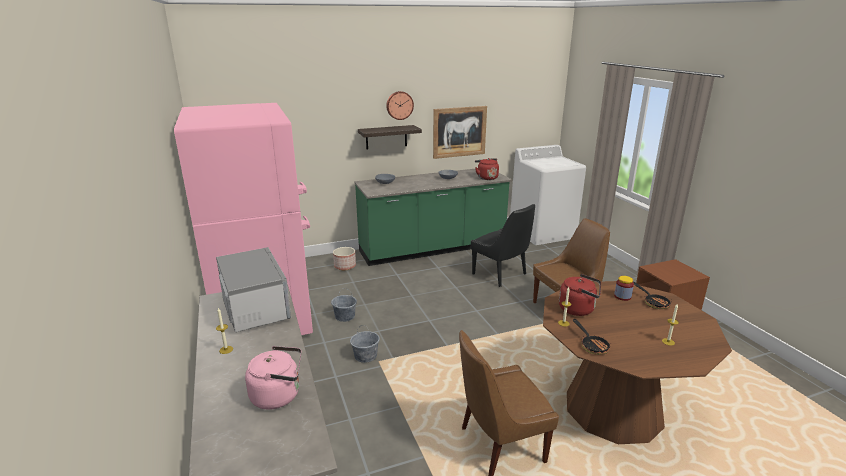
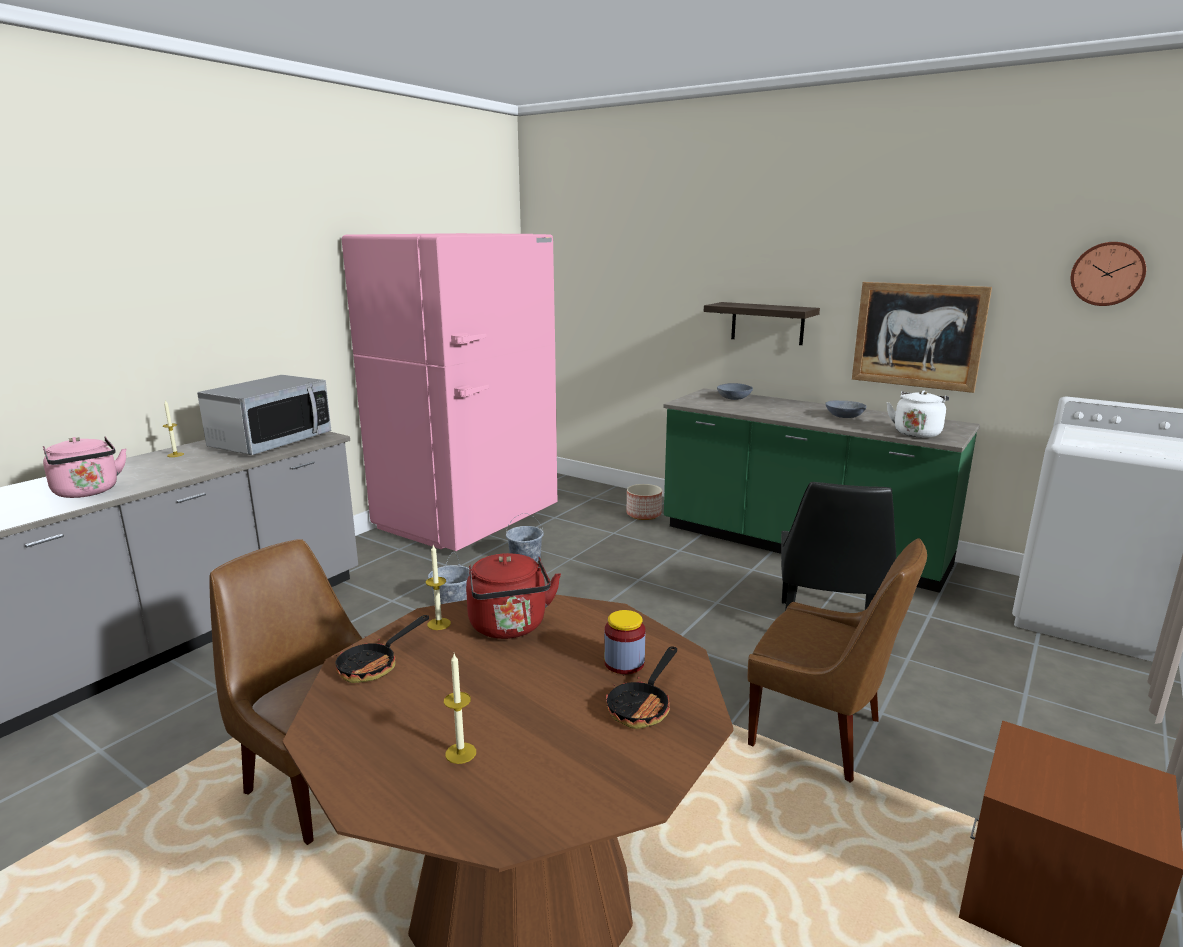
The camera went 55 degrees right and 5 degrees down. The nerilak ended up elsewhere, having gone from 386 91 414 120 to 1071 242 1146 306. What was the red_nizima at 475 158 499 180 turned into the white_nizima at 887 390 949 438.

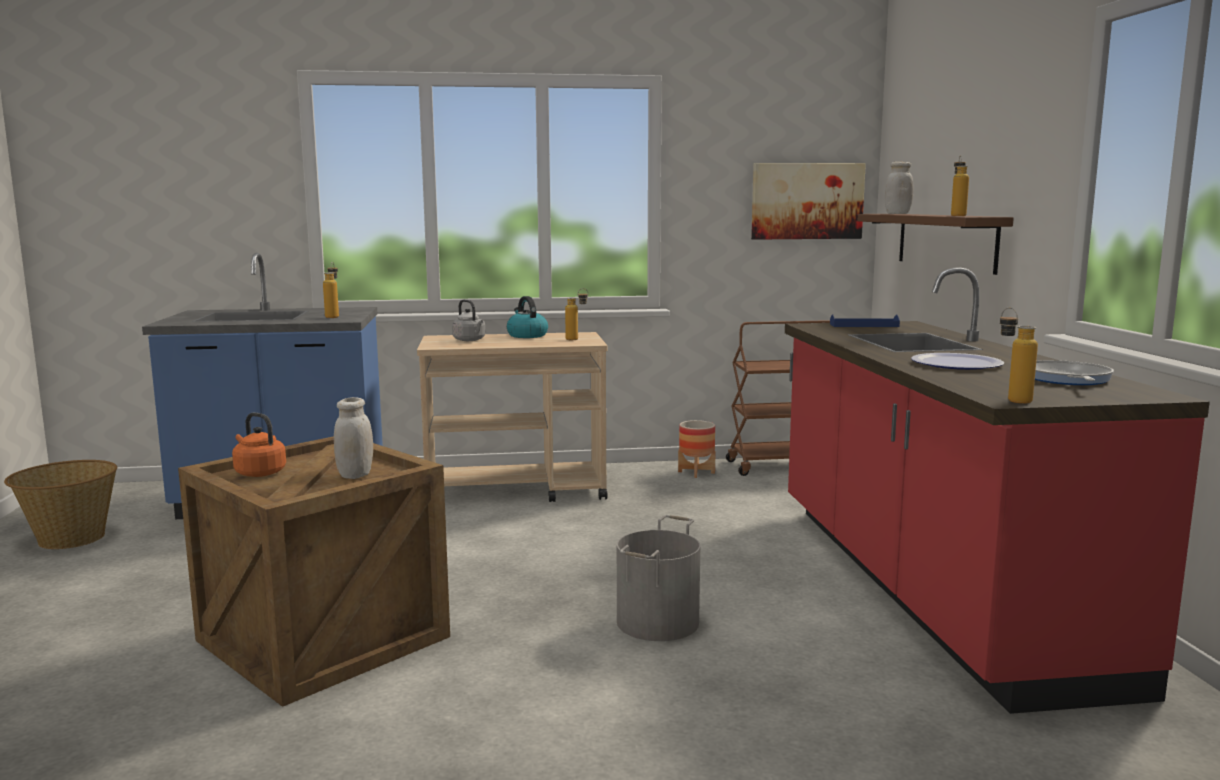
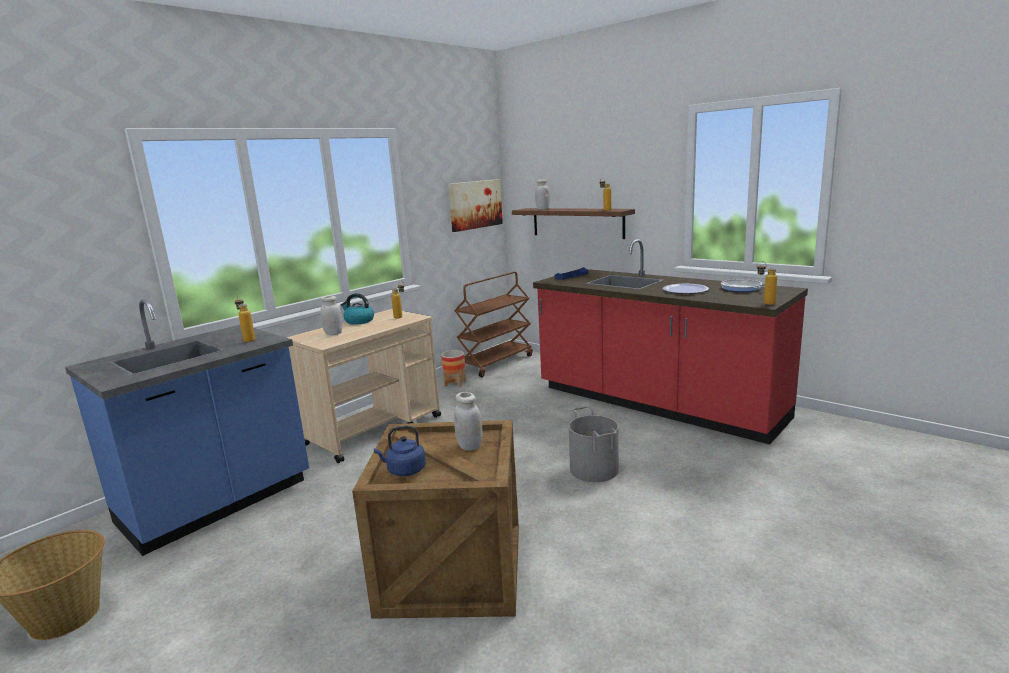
The camera went 40 degrees left and 5 degrees up. Where the grey_nizima stood at 452 299 485 341, the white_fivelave came to stand at 320 296 343 335. What was the orange_nizima at 232 413 286 477 turned into the blue_nizima at 374 425 426 476.

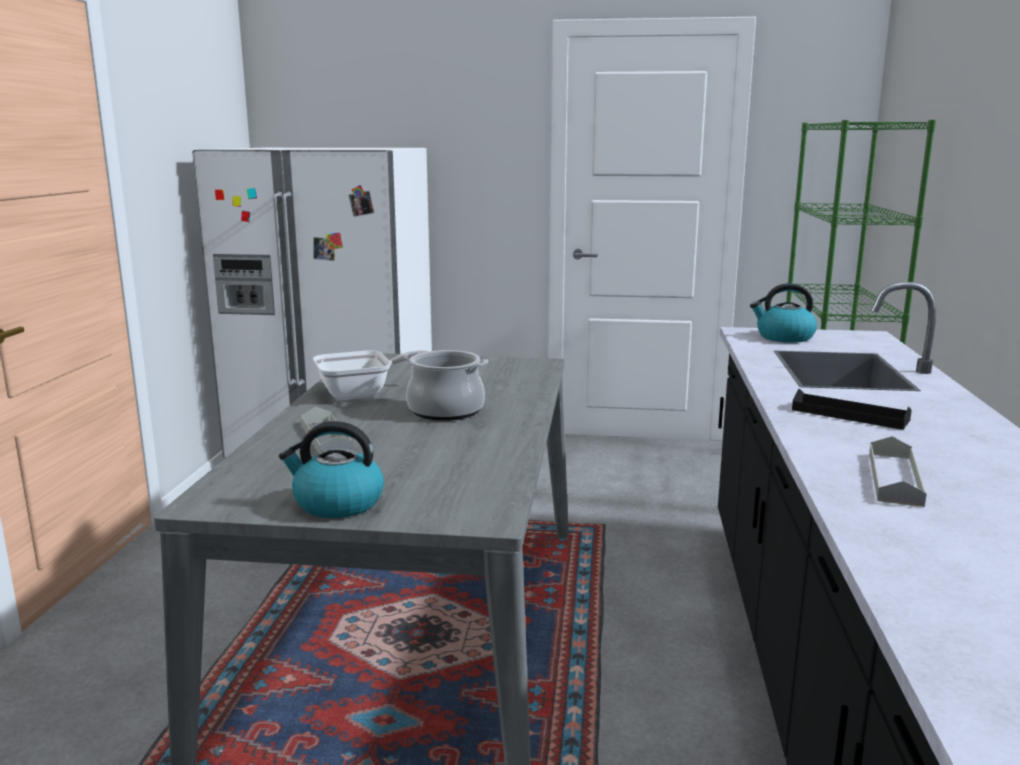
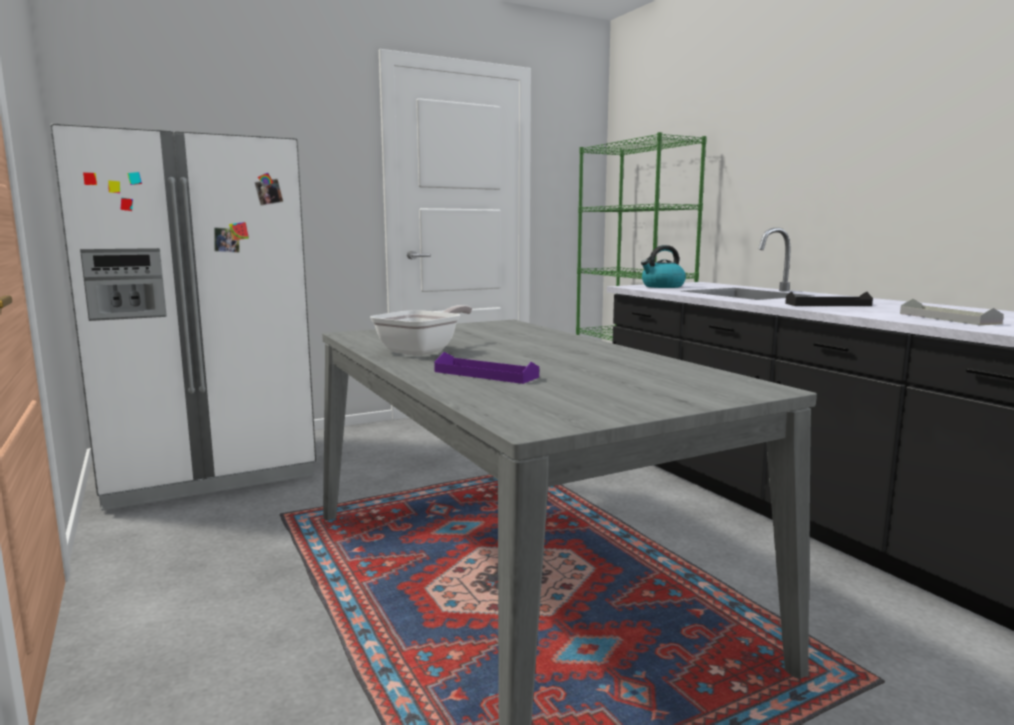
The camera went 35 degrees left and 5 degrees down. The second view lost the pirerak at 403 350 488 421. What was the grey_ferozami at 301 407 354 453 turned into the purple_ferozami at 434 352 539 384. The second view lost the nizima at 279 421 384 518.

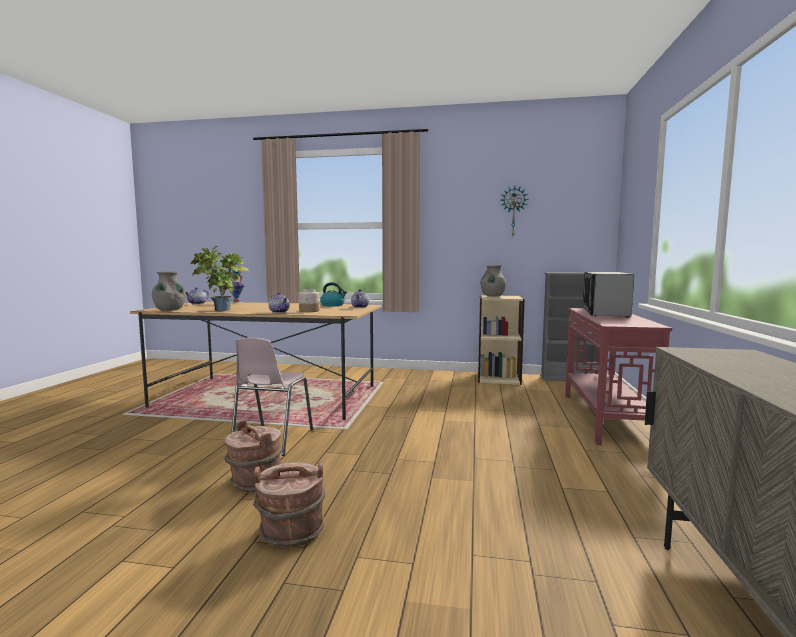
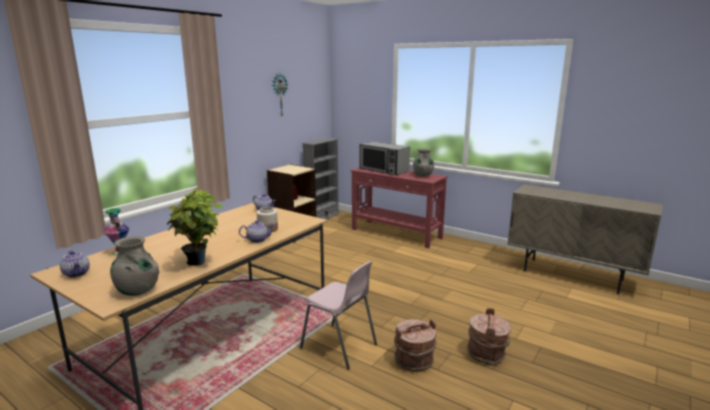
The camera went 65 degrees left and 10 degrees up. The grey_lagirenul ended up elsewhere, having gone from 480 265 506 297 to 413 148 434 177. The second view lost the nizima at 320 282 347 306.

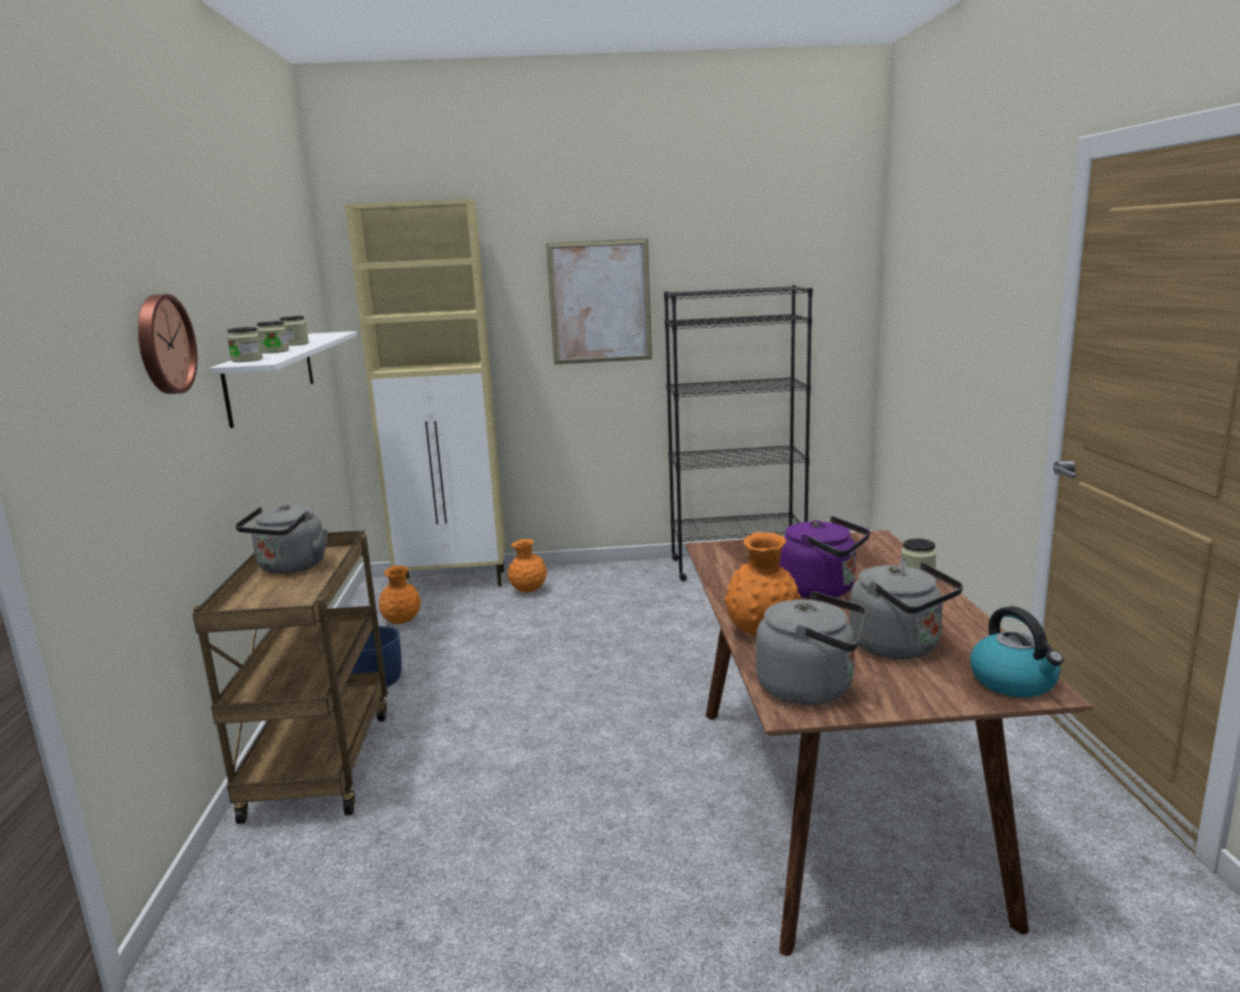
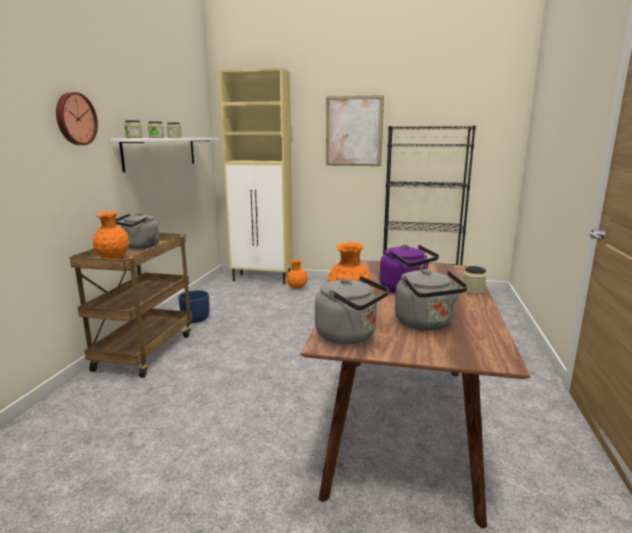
The camera went 15 degrees right and 0 degrees up. The orange_lagirenul ended up elsewhere, having gone from 379 566 421 624 to 93 211 130 259. The second view lost the nizima at 970 606 1064 697.

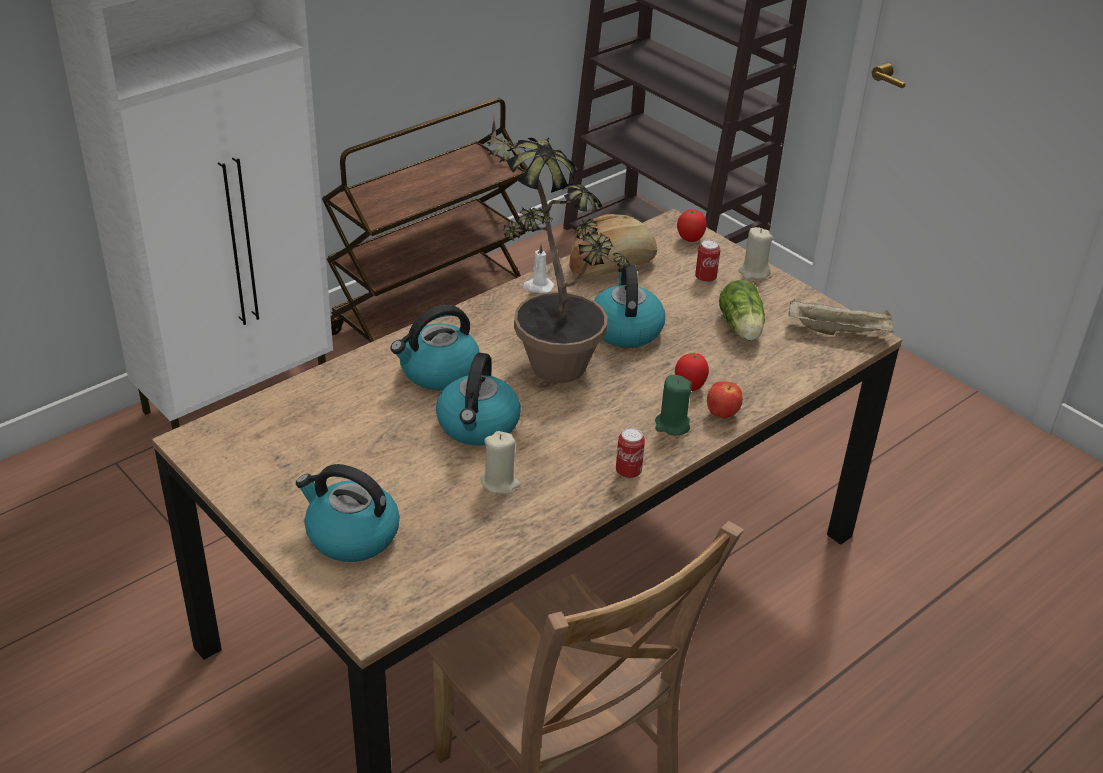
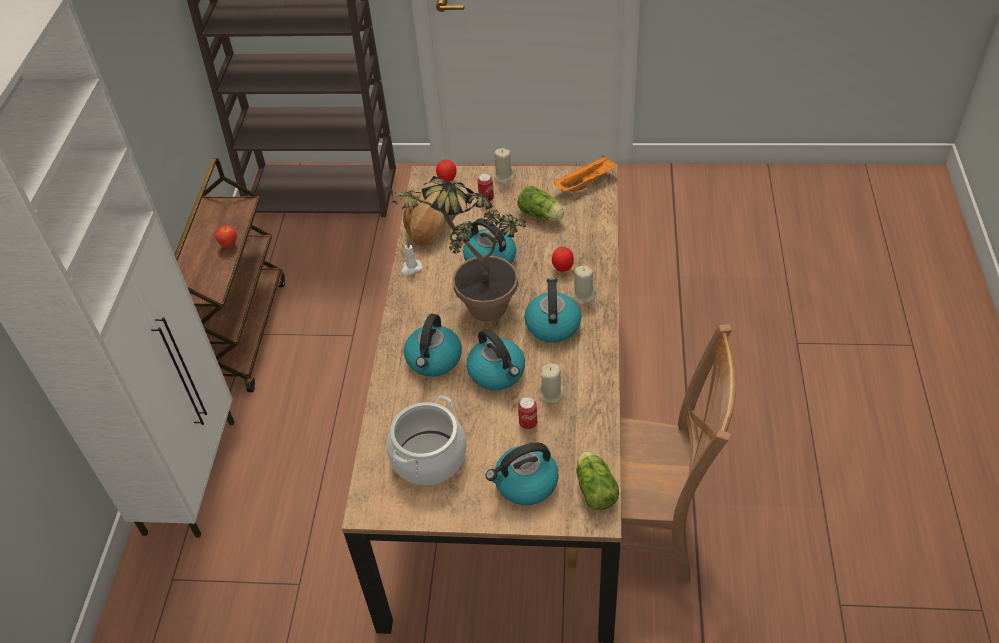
The camera went 40 degrees left and 10 degrees up. What was the beige_ferozami at 789 300 894 335 turned into the orange_ferozami at 554 155 619 192. What was the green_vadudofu at 655 375 692 435 turned into the beige_vadudofu at 572 266 596 305. The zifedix ended up elsewhere, having gone from 707 381 743 419 to 216 225 237 248. The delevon ended up elsewhere, having gone from 616 428 645 479 to 518 397 537 429. The second view gained the nizima at 524 277 581 343. The second view gained the pirerak at 387 395 467 485. The second view gained the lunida at 576 451 619 511.

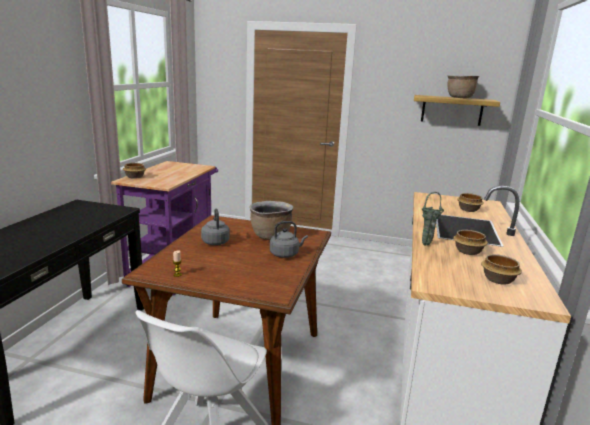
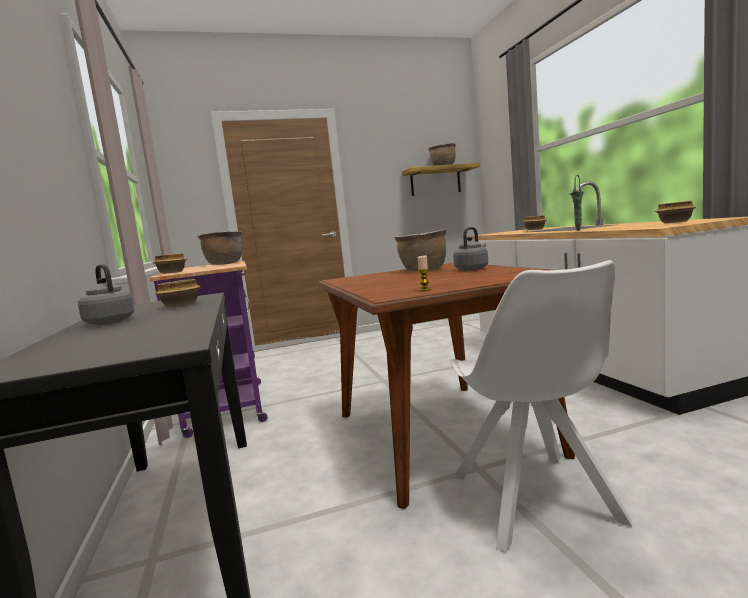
The camera went 30 degrees left and 10 degrees down. The grey_nizima ended up elsewhere, having gone from 201 208 230 245 to 78 264 134 325. The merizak ended up elsewhere, having gone from 453 230 488 255 to 155 279 201 308. The second view gained the brown_pirerak at 198 231 243 265.

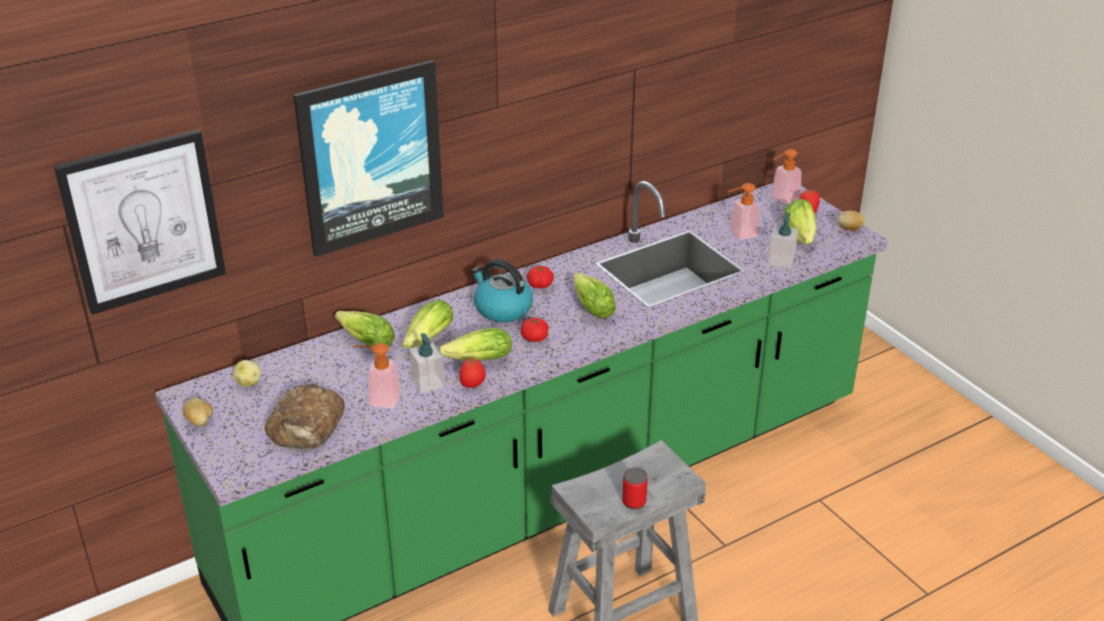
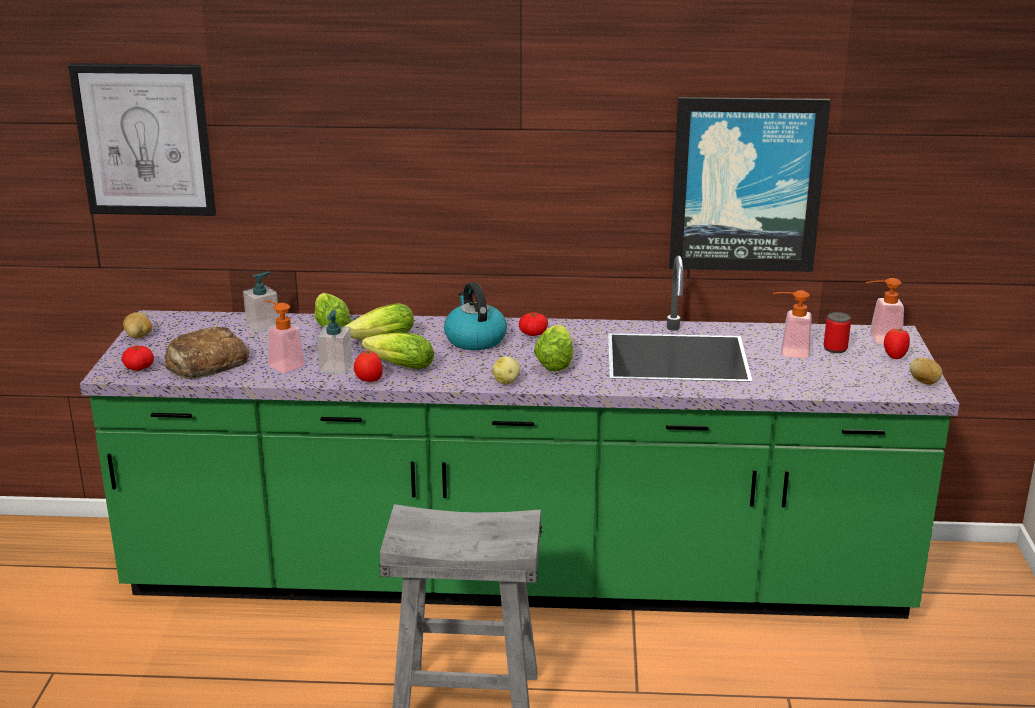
The camera went 35 degrees right and 10 degrees down. The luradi ended up elsewhere, having gone from 293 60 444 257 to 669 97 831 272. The second view lost the lunida at 783 199 816 244. The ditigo ended up elsewhere, having gone from 768 212 798 269 to 243 272 279 333. The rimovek ended up elsewhere, having gone from 521 318 549 342 to 122 346 154 371. The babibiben ended up elsewhere, having gone from 233 360 261 387 to 492 356 520 384. The delevon ended up elsewhere, having gone from 622 468 648 510 to 824 312 851 353.

